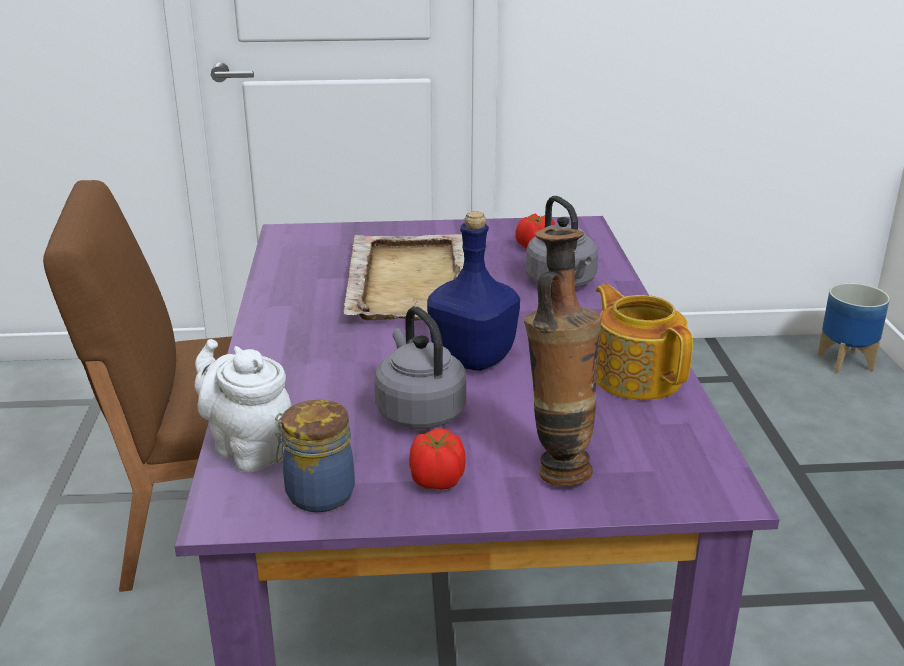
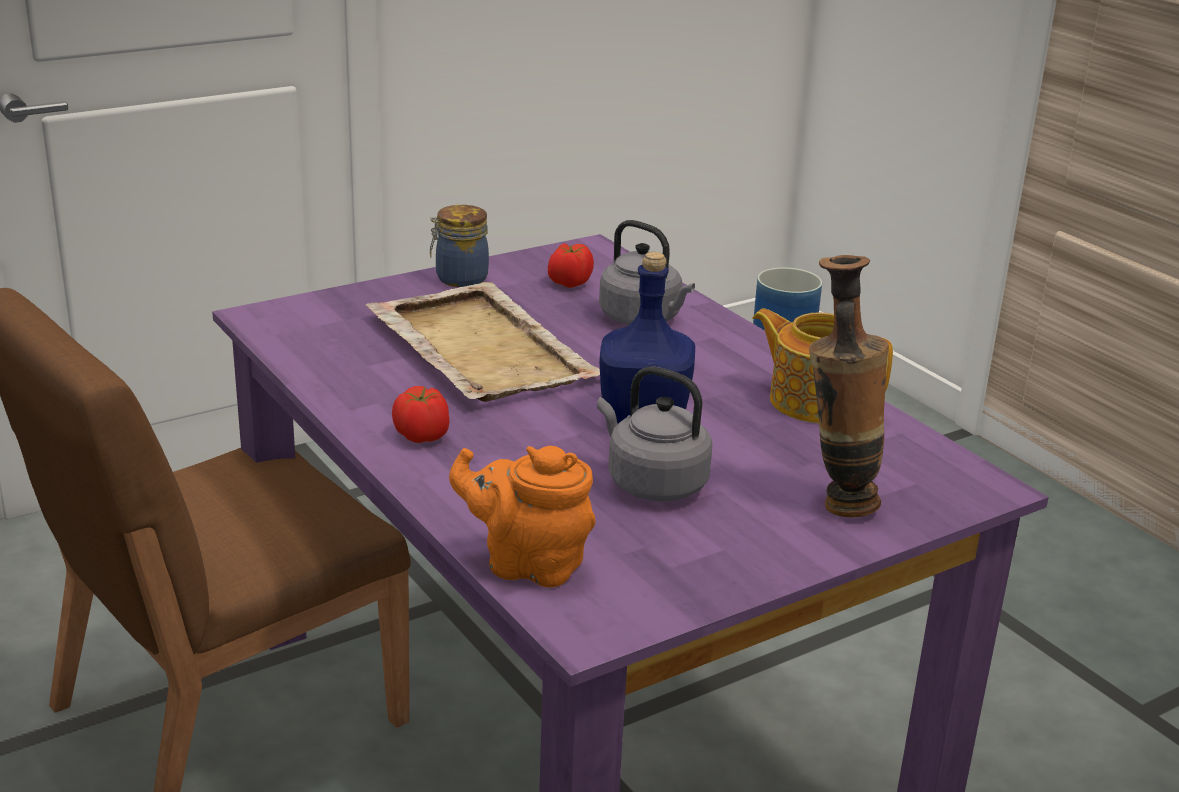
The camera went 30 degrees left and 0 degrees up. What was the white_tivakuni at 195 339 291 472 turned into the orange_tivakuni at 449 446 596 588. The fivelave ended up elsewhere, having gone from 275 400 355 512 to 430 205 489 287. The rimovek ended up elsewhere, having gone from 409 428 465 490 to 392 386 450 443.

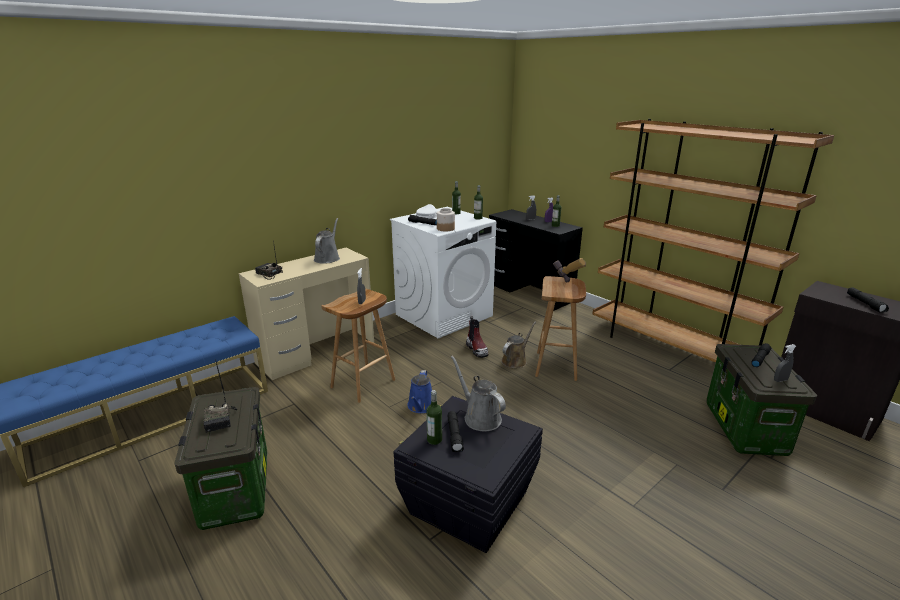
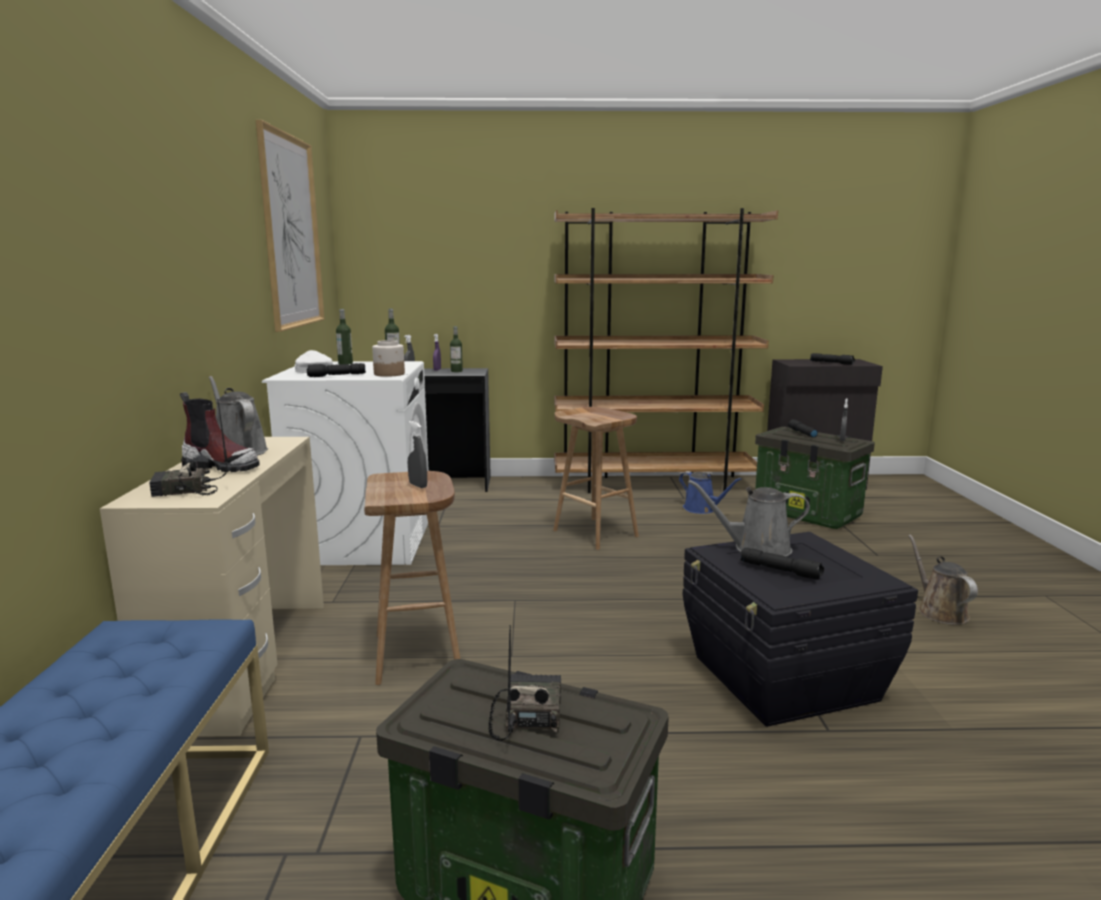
The camera went 50 degrees left and 10 degrees down. The second view lost the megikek at 553 258 586 282. The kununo ended up elsewhere, having gone from 466 316 488 358 to 180 392 260 472. The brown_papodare ended up elsewhere, having gone from 501 321 536 368 to 908 534 978 625. The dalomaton at 204 359 237 433 ended up facing another way, 105 degrees counterclockwise from before. The blue_papodare ended up elsewhere, having gone from 407 370 432 413 to 679 471 742 514. The second view lost the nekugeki at 426 390 442 445. The second view gained the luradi at 256 120 325 332.

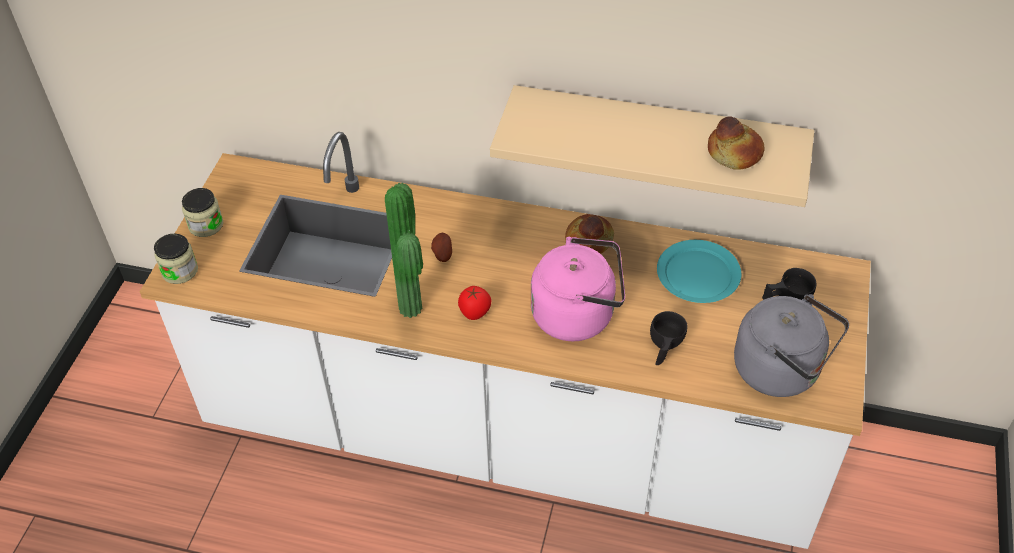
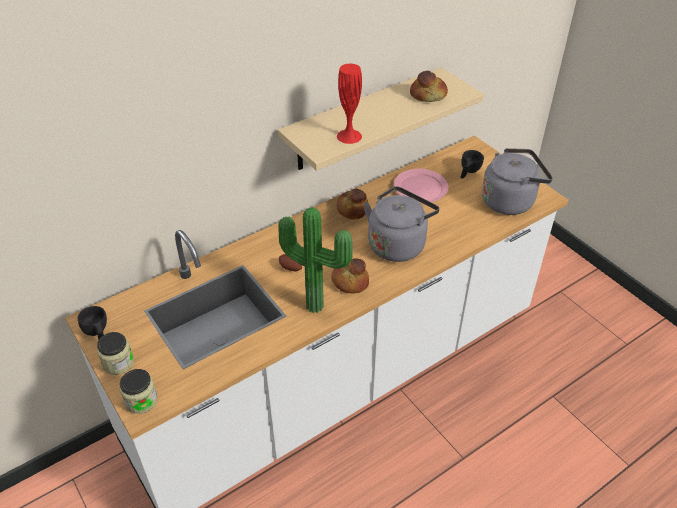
The camera went 50 degrees left and 5 degrees down. What was the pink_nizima at 531 237 625 341 turned into the grey_nizima at 364 186 439 262. What was the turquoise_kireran at 657 240 741 303 turned into the pink_kireran at 394 169 448 203. Where the rimovek stood at 458 286 492 320, the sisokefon came to stand at 331 258 369 294. The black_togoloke ended up elsewhere, having gone from 650 311 688 365 to 78 306 107 340. The second view gained the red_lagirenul at 337 64 362 144.

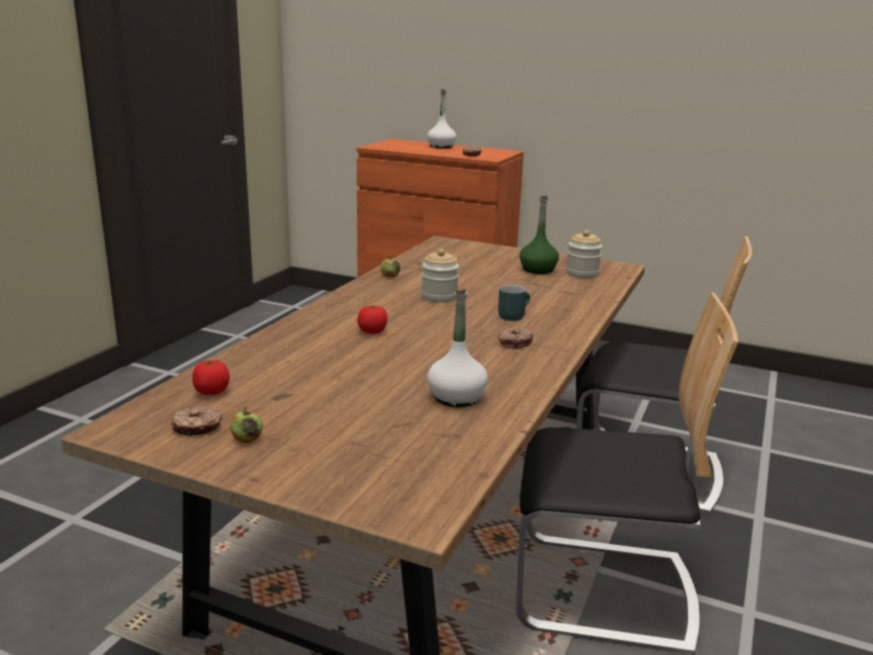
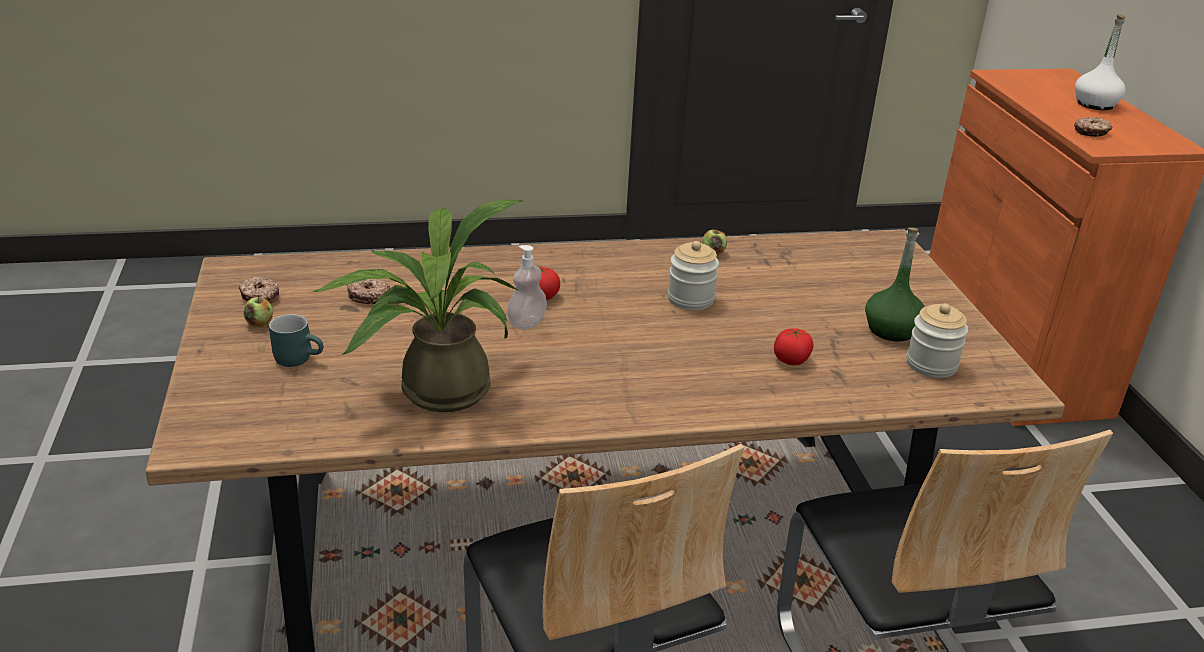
The camera went 55 degrees right and 10 degrees up. The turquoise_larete ended up elsewhere, having gone from 498 285 530 321 to 269 314 323 367. Where the white_nekugeki stood at 427 288 488 407, the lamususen came to stand at 311 200 523 412. The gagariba ended up elsewhere, having gone from 498 327 533 349 to 346 279 390 304. The rimovek ended up elsewhere, having gone from 192 360 230 395 to 774 328 814 365. The second view gained the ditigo at 507 245 547 330.

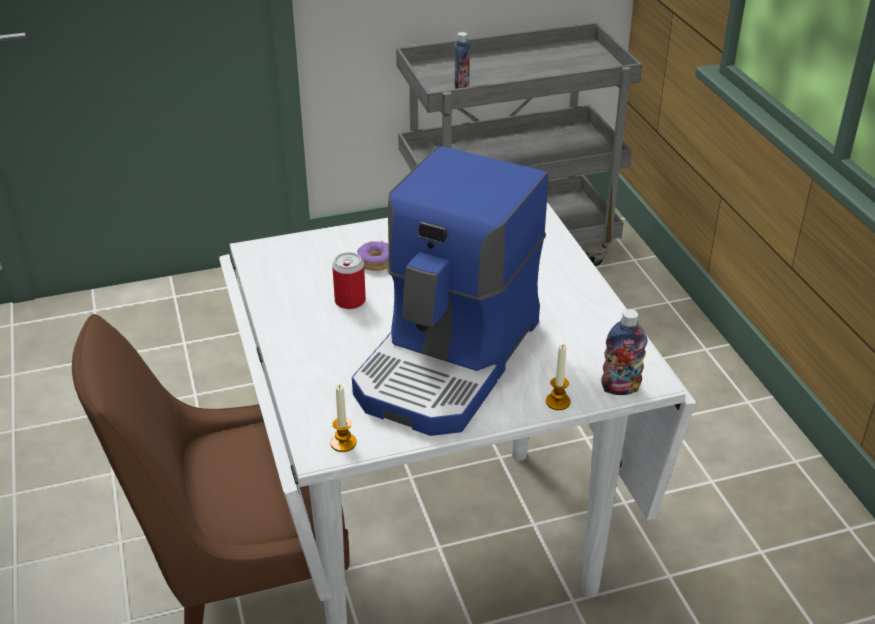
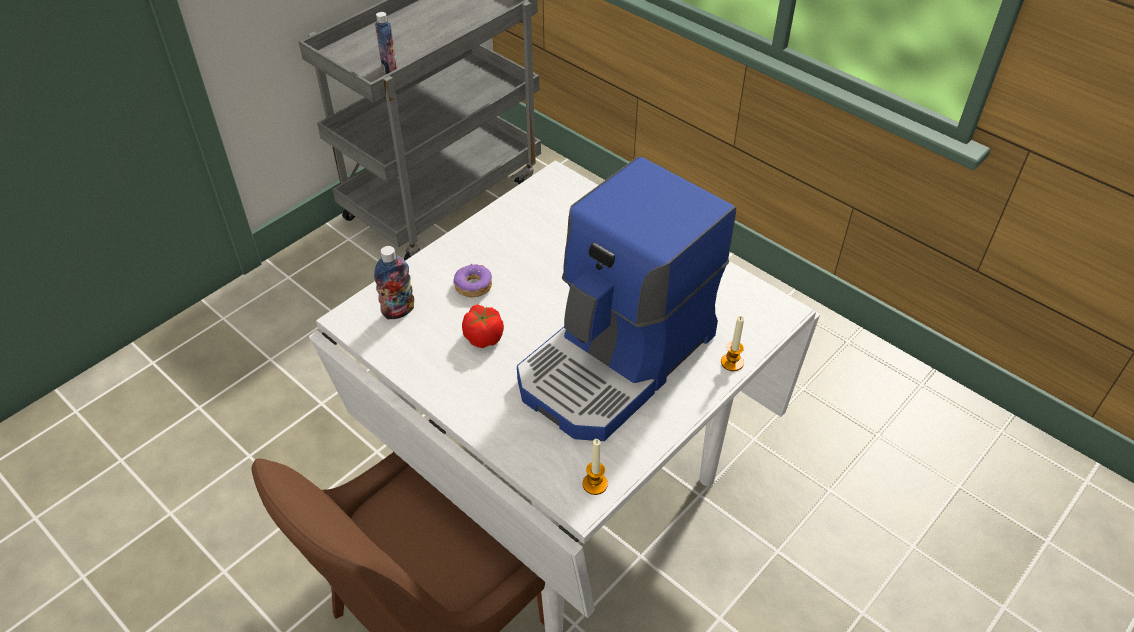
The camera went 30 degrees left and 10 degrees up. The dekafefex at 352 146 548 436 ended up facing another way, 45 degrees clockwise from before. Where the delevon stood at 332 252 366 309, the rimovek came to stand at 462 305 504 348. The nekugeki ended up elsewhere, having gone from 601 309 648 395 to 374 246 414 319.

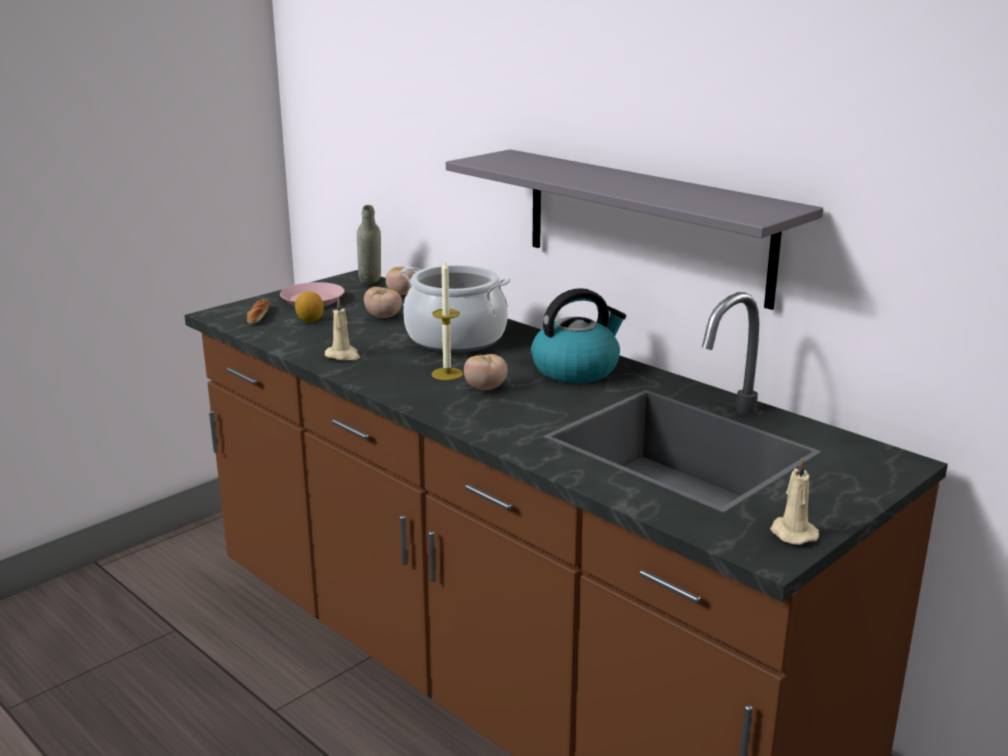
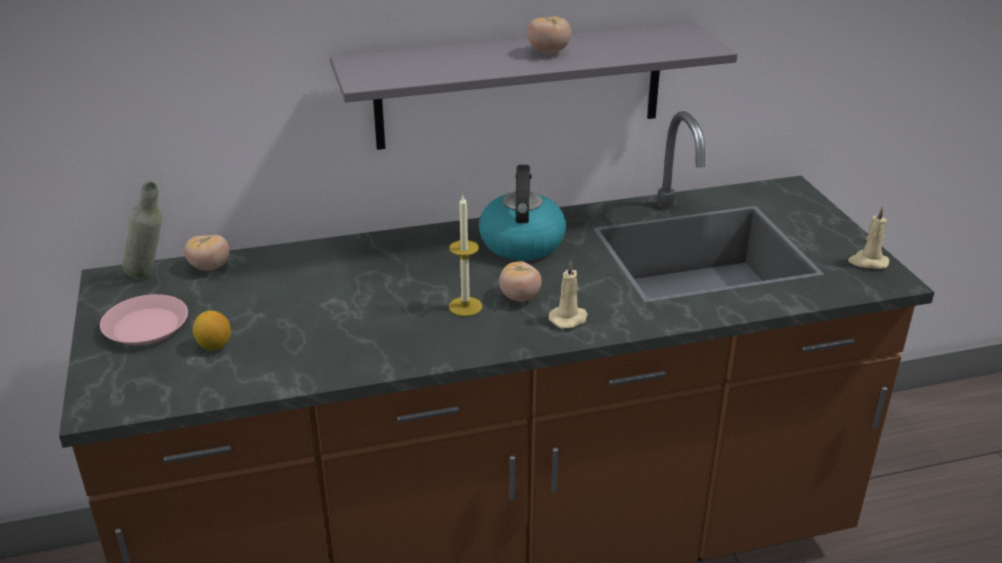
The camera went 60 degrees left and 10 degrees up. The second view lost the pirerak at 401 264 511 353. The rimovek ended up elsewhere, having gone from 364 287 402 318 to 527 16 571 53. The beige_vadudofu ended up elsewhere, having gone from 325 298 360 360 to 549 261 588 329. The second view lost the sisokefon at 247 299 270 324.

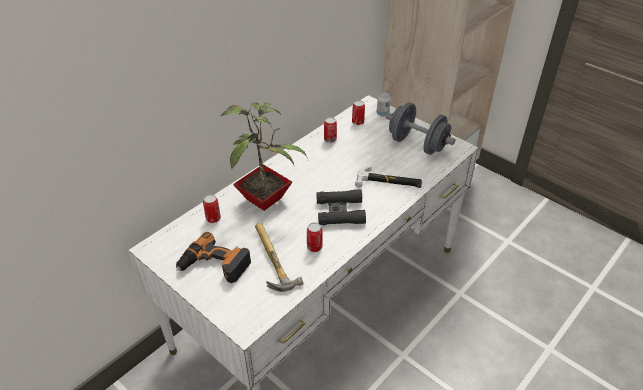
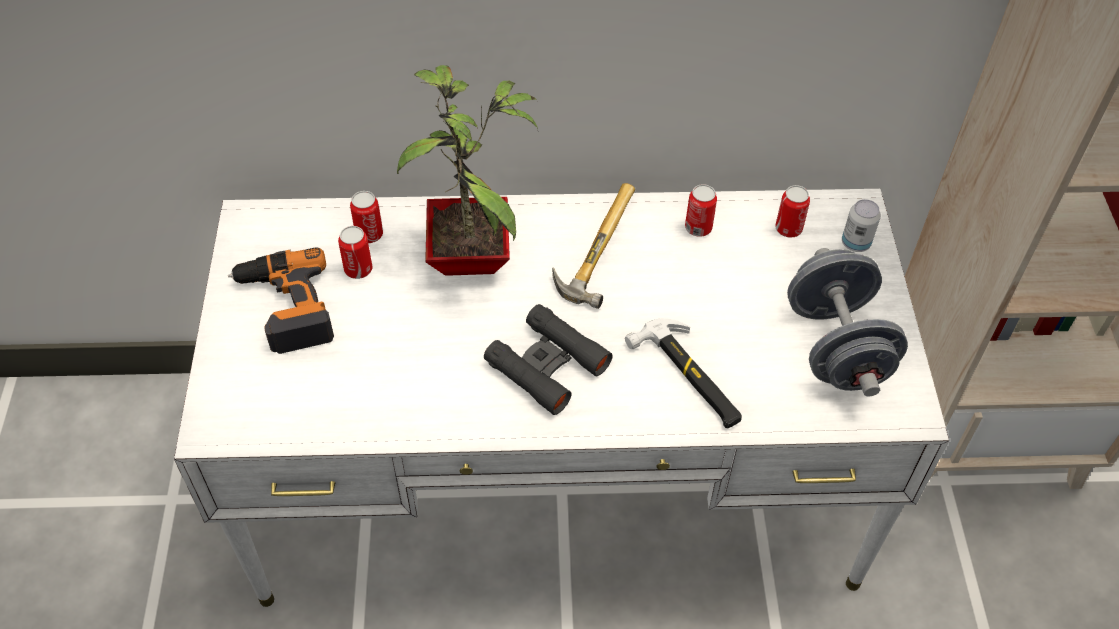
The camera went 45 degrees right and 10 degrees up. The delevon ended up elsewhere, having gone from 307 222 322 252 to 338 226 372 279. The megikek ended up elsewhere, having gone from 255 223 303 292 to 552 183 635 309.

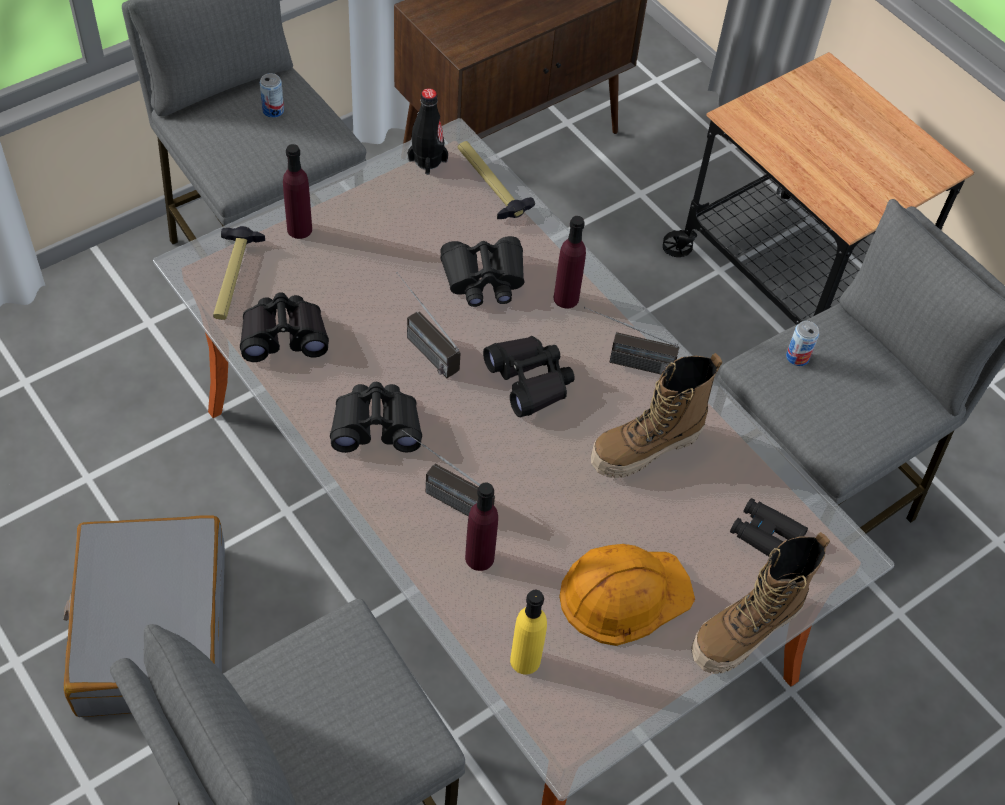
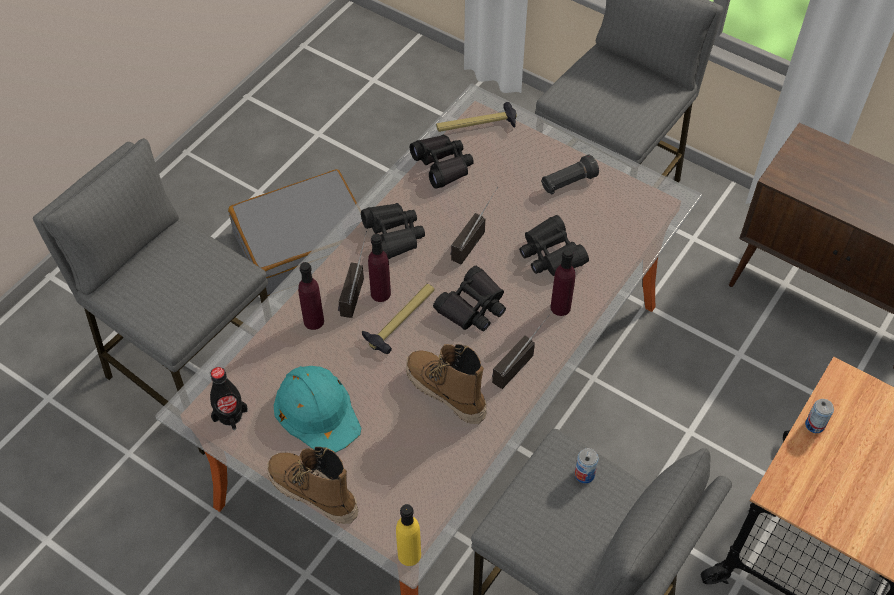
The camera went 75 degrees right and 0 degrees up. The delevon ended up elsewhere, having gone from 260 73 284 118 to 805 399 834 433. The black_nekugeki ended up elsewhere, having gone from 408 88 448 175 to 210 367 248 430. The megikek ended up elsewhere, having gone from 458 141 535 219 to 362 284 434 354. The purple_nekugeki ended up elsewhere, having gone from 283 144 312 239 to 368 234 391 302. The dalomaton at 584 307 679 375 ended up facing another way, 45 degrees clockwise from before. The second view lost the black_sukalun at 730 498 808 557. What was the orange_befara at 559 544 695 646 turned into the turquoise_befara at 274 366 361 453. The yellow_nekugeki ended up elsewhere, having gone from 510 590 547 674 to 396 504 421 566. The second view gained the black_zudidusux at 541 154 599 195.

